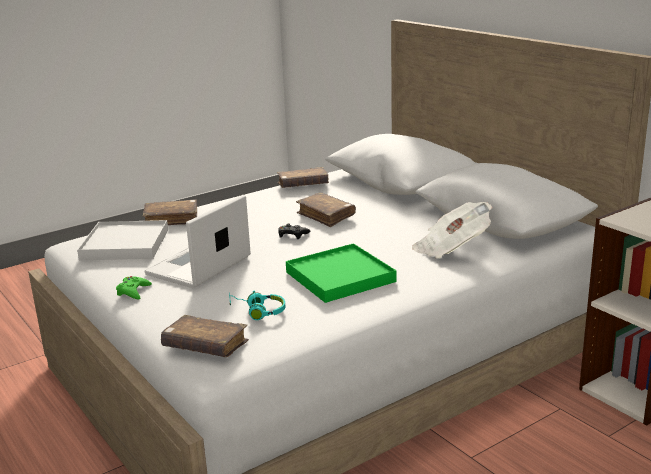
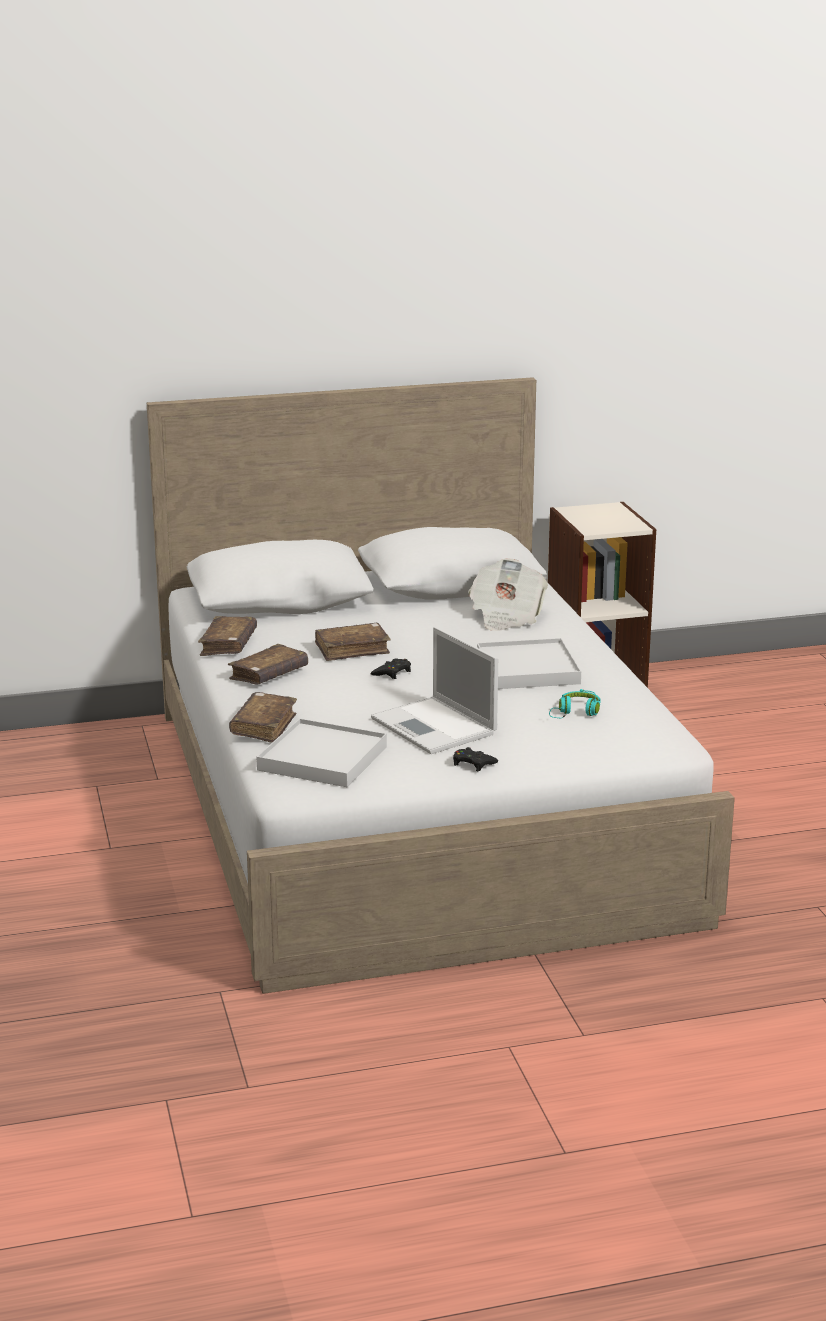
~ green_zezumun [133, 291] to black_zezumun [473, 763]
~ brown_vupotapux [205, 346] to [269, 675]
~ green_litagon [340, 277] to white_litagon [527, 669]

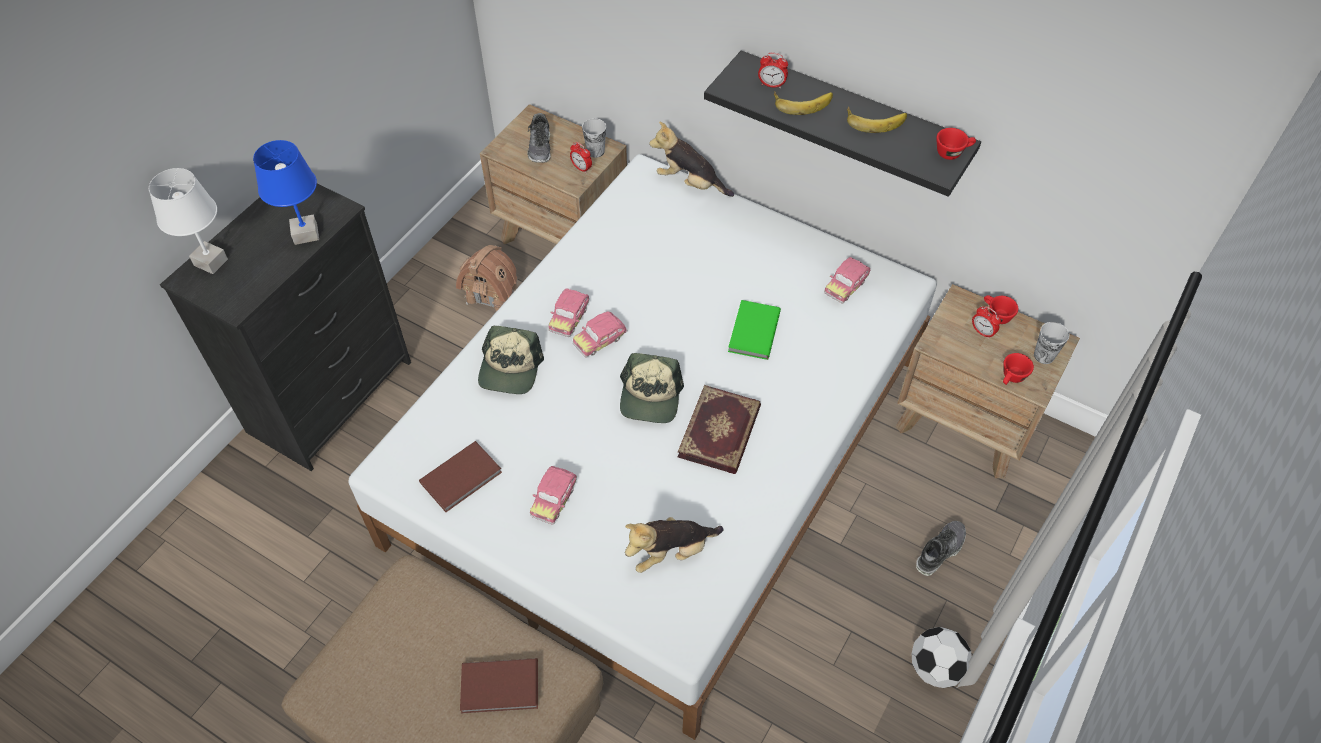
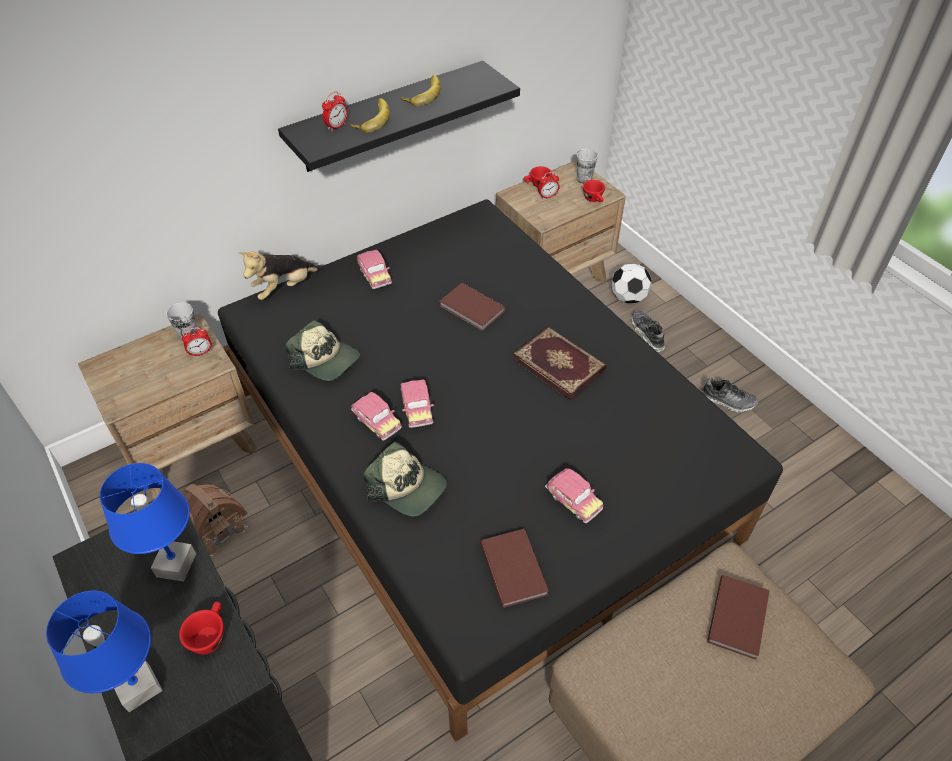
~ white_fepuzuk [211, 262] to blue_fepuzuk [140, 687]
~ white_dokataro [662, 450] to black_dokataro [476, 460]
~ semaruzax [540, 147] to [727, 401]
~ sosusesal [650, 397] to [325, 360]
- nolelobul [670, 552]
~ green_vupotapux [752, 332] to brown_vupotapux [472, 309]
~ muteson [846, 286] to [374, 275]
~ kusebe [935, 668] to [628, 298]
~ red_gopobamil [952, 152] to [210, 634]

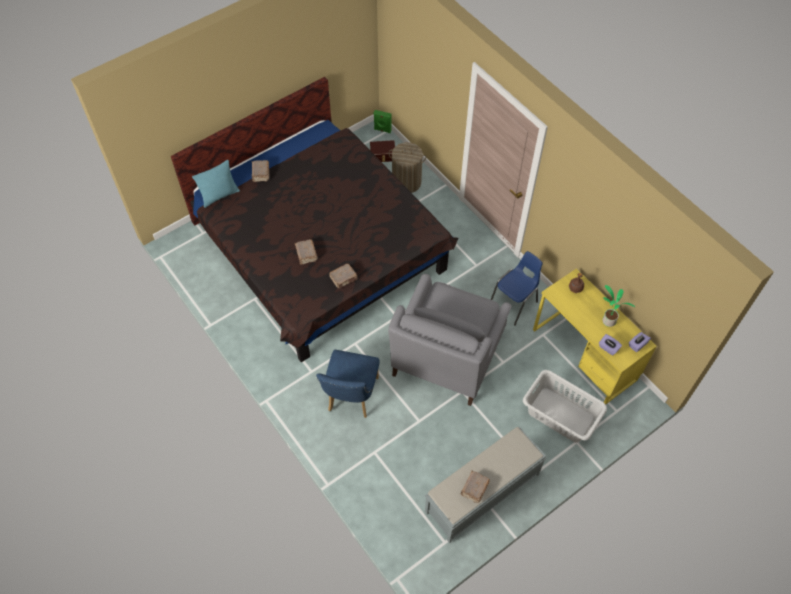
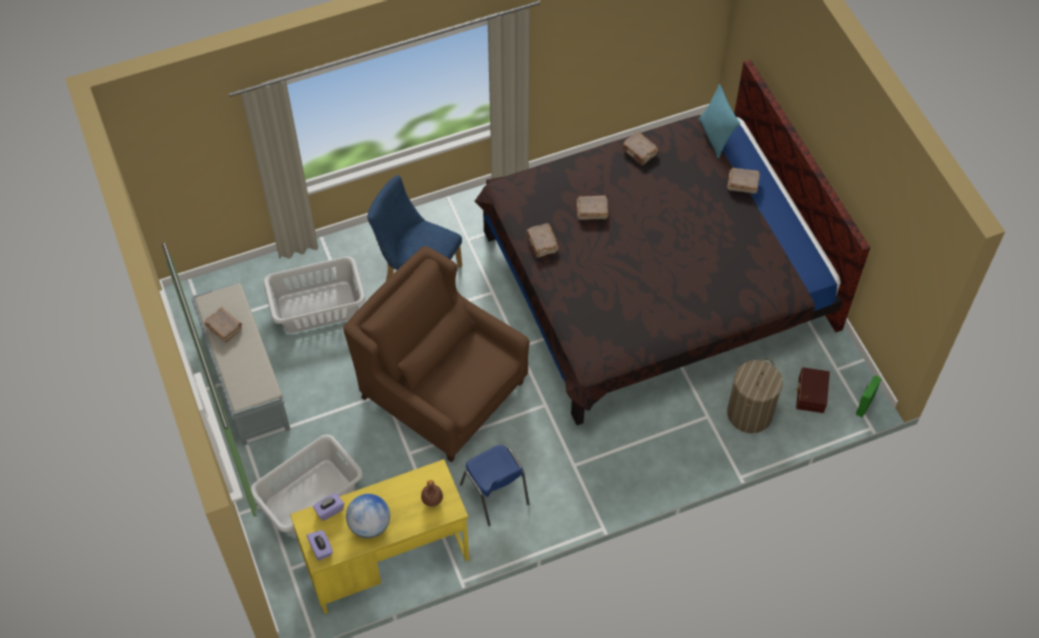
~ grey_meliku [447, 354] to brown_meliku [442, 390]
~ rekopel [607, 321] to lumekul [369, 525]
+ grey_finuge [317, 307]
+ brown_vupotapux [639, 152]

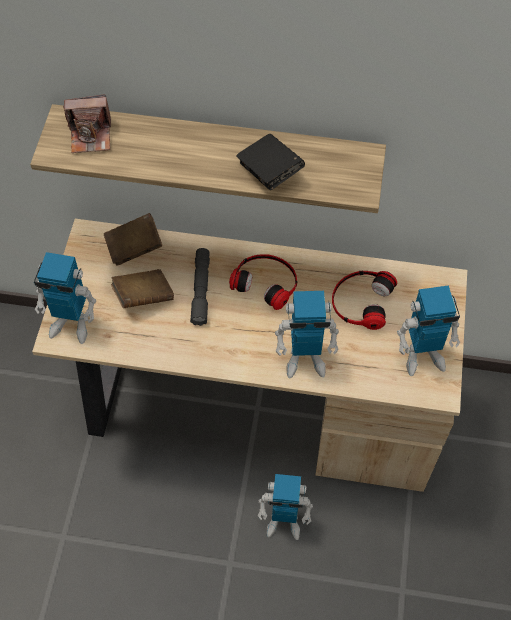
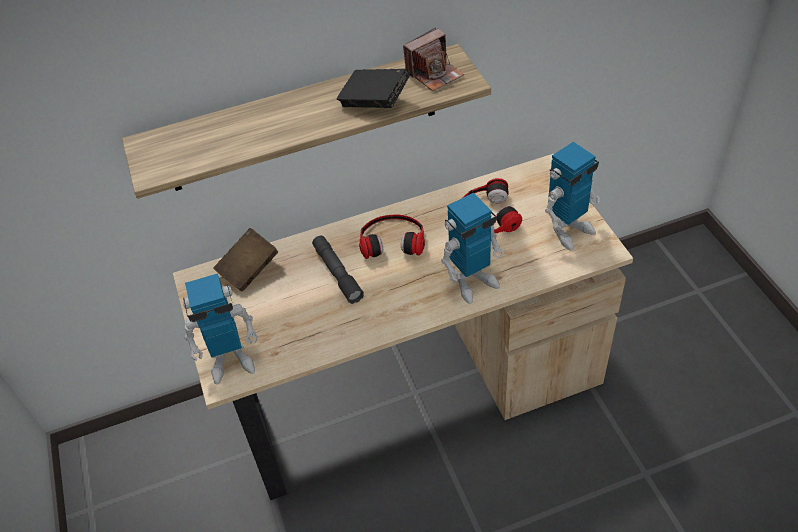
~ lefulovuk [91, 135] to [434, 74]
- brown_vupotapux [143, 296]
- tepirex [284, 521]

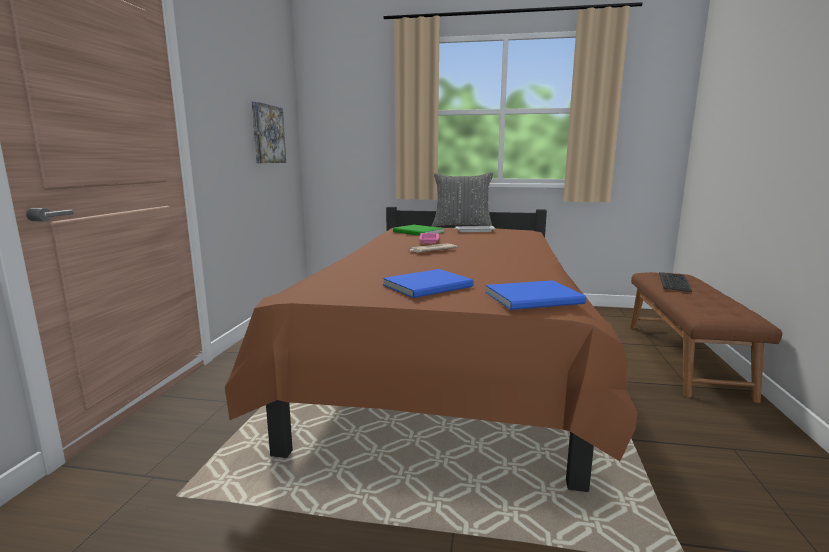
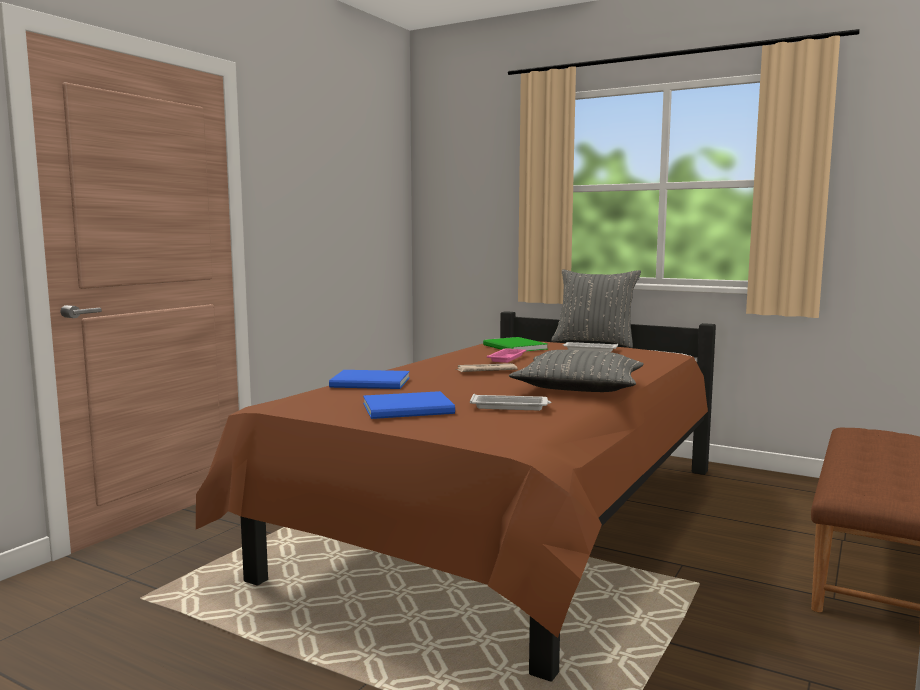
- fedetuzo [267, 134]
~ blue_vupotapux [536, 298] to [372, 383]
- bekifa [675, 282]
+ white_litagon [510, 407]
+ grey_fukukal [579, 387]

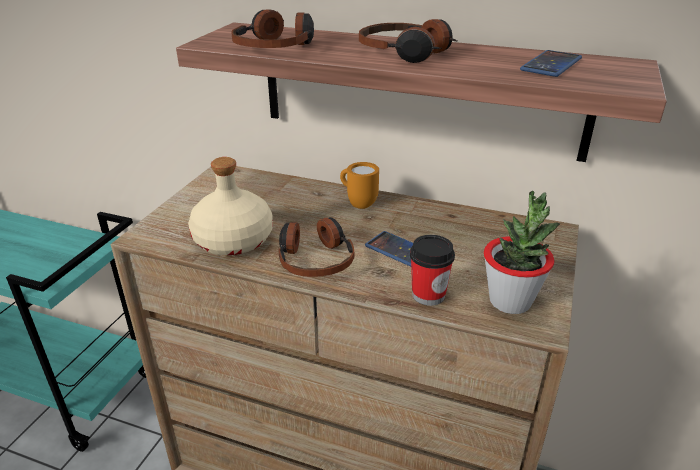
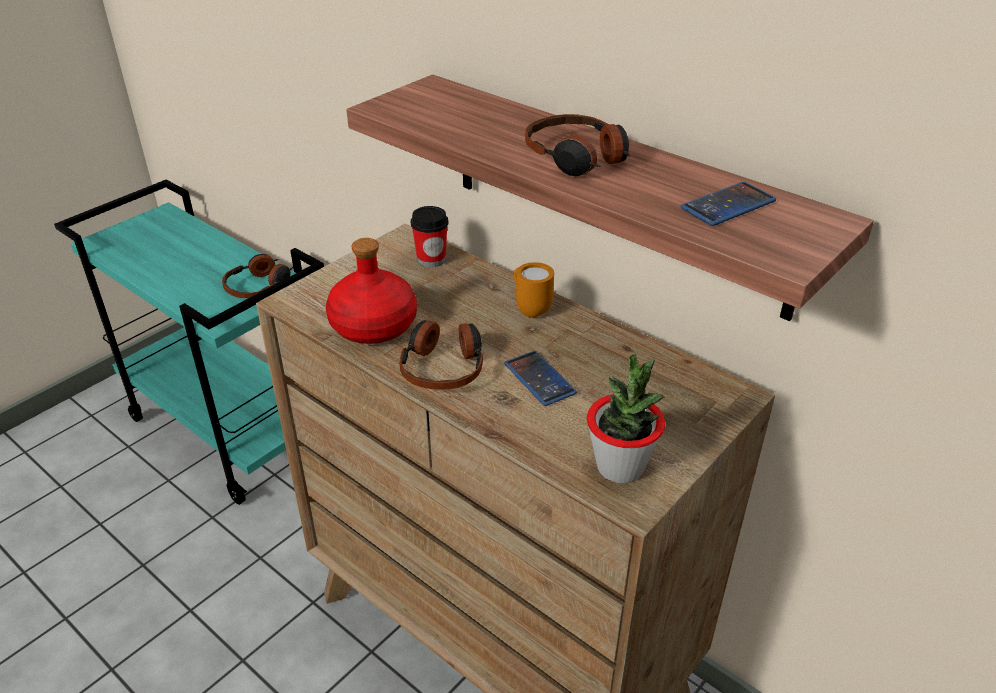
~ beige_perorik [232, 240] to red_perorik [372, 325]
~ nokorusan [276, 47] to [259, 286]
~ gopobamil [428, 295] to [431, 259]

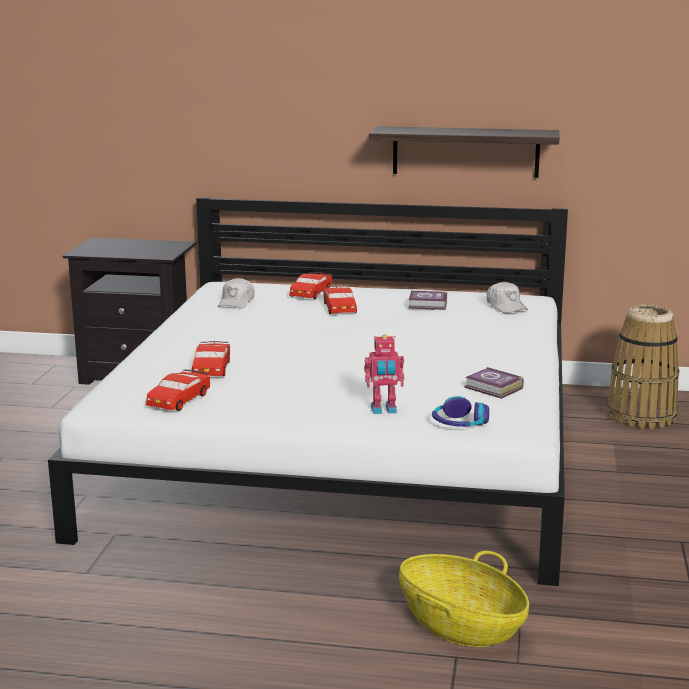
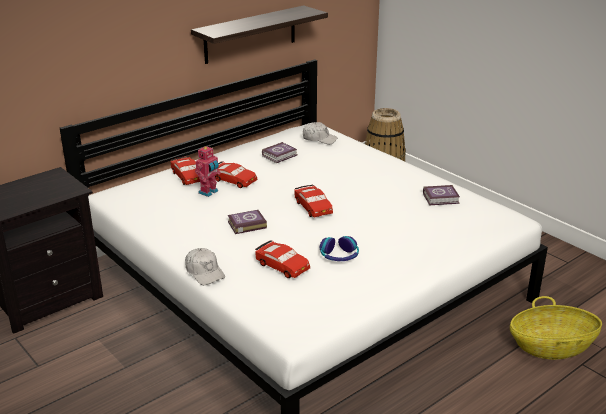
~ red_muteson [178, 399] to [313, 207]
~ white_sosusesal [236, 302] to [204, 272]
~ tepirex [384, 410] to [209, 192]
~ nokorusan [459, 424] to [339, 256]
+ vupotapux [246, 224]

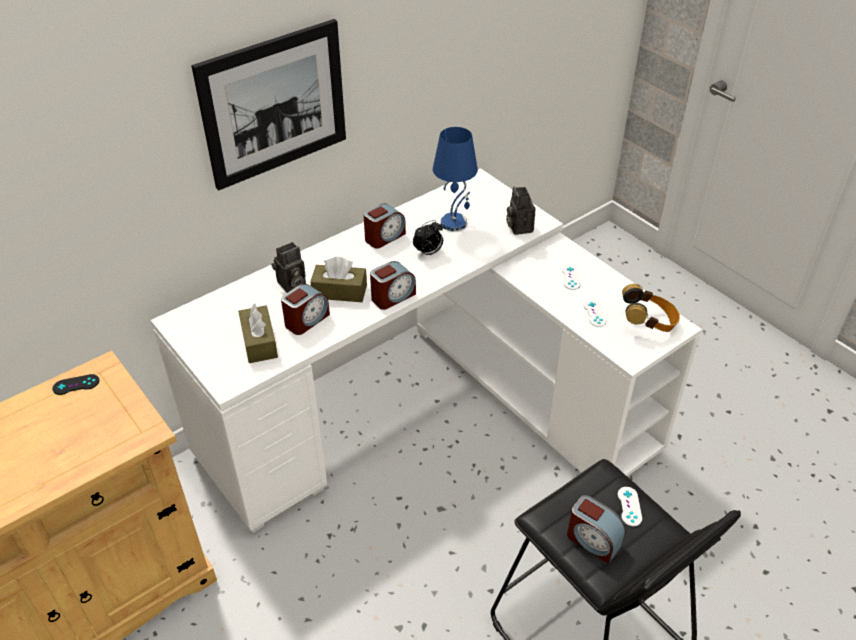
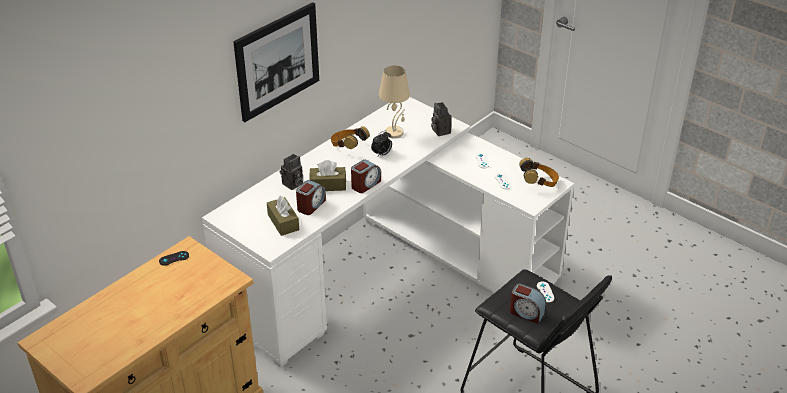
~ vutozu [384, 237] to nokorusan [348, 147]
~ blue_fepuzuk [454, 223] to beige_fepuzuk [394, 132]

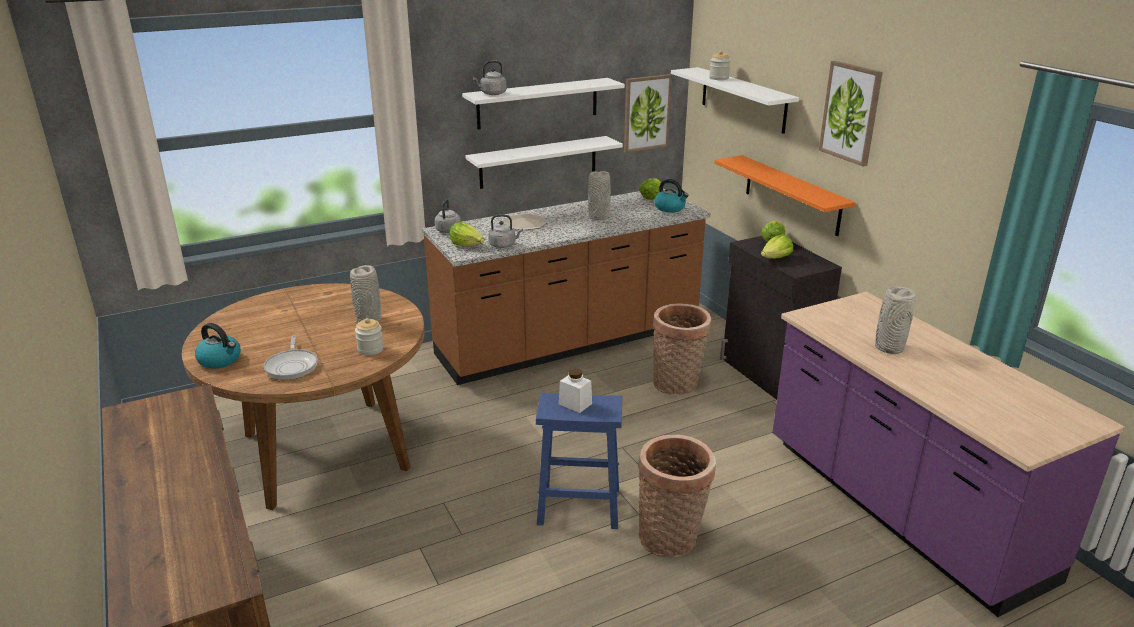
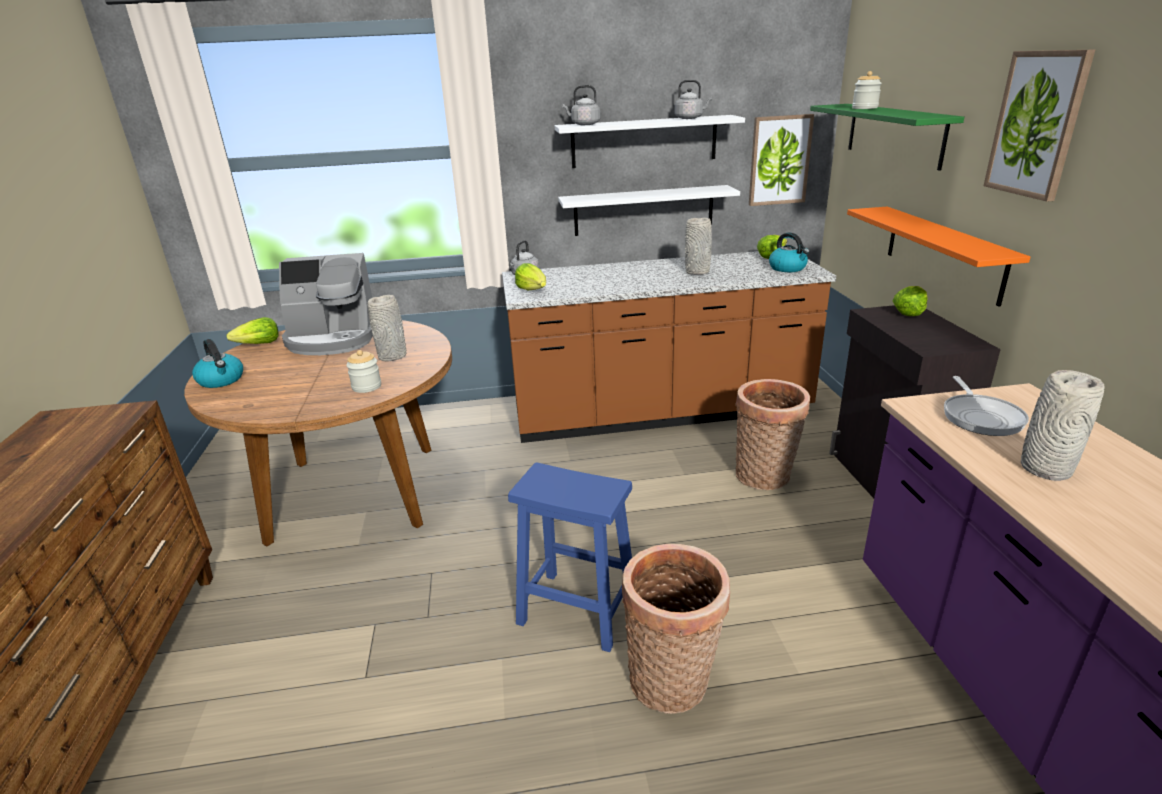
~ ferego [292, 366] to [980, 417]
~ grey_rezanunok [504, 245] to [690, 118]
- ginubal [524, 223]
- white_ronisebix [575, 404]
~ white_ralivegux [743, 99] to green_ralivegux [894, 134]
~ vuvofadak [776, 259] to [258, 344]
+ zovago [333, 339]

